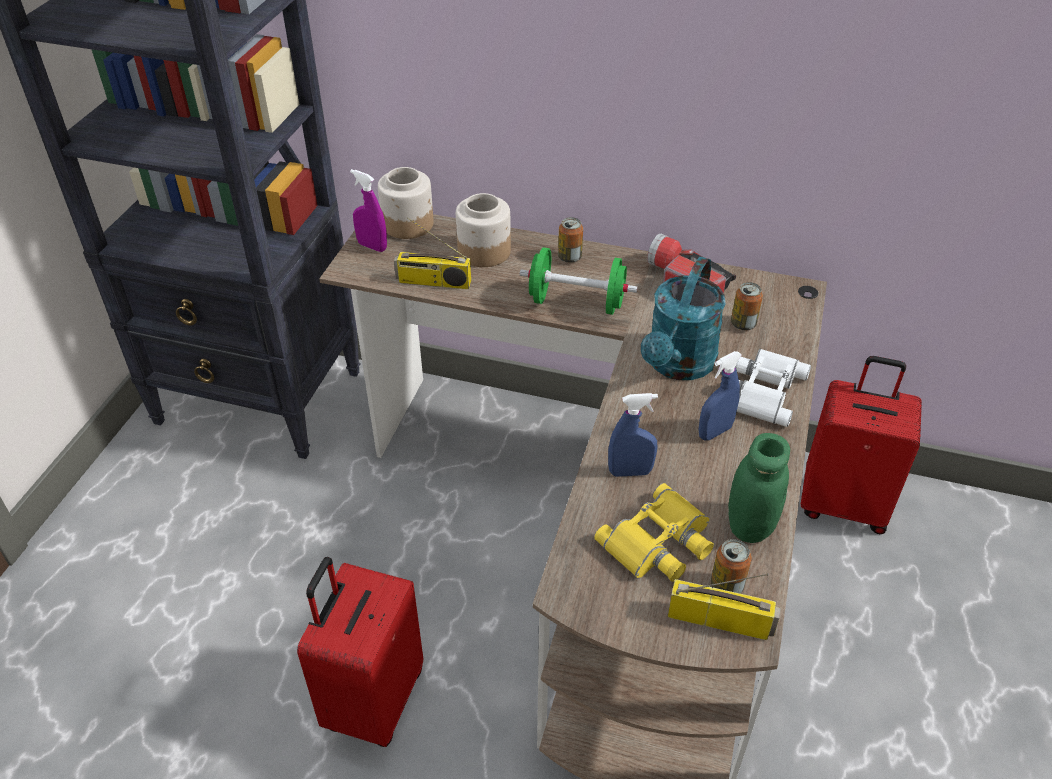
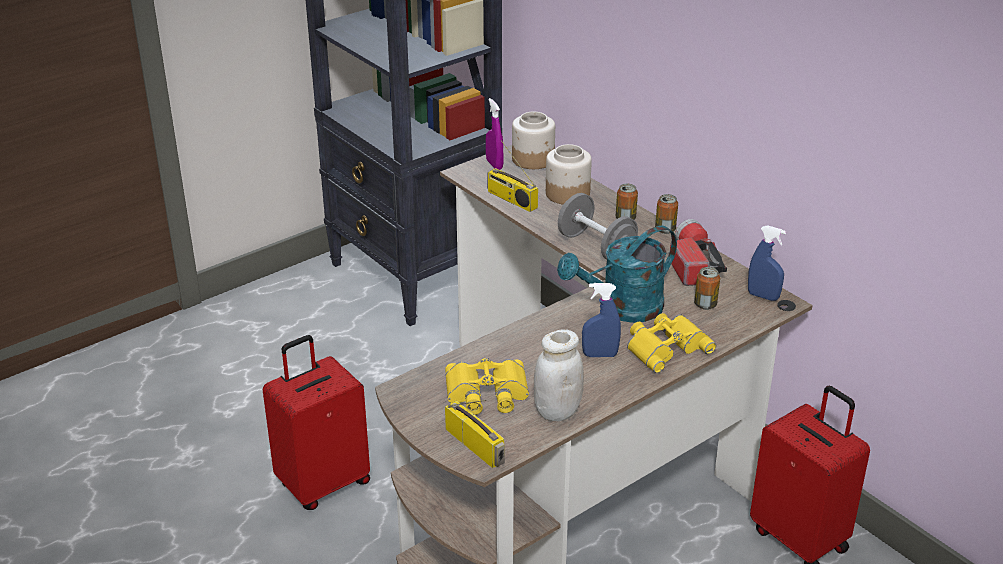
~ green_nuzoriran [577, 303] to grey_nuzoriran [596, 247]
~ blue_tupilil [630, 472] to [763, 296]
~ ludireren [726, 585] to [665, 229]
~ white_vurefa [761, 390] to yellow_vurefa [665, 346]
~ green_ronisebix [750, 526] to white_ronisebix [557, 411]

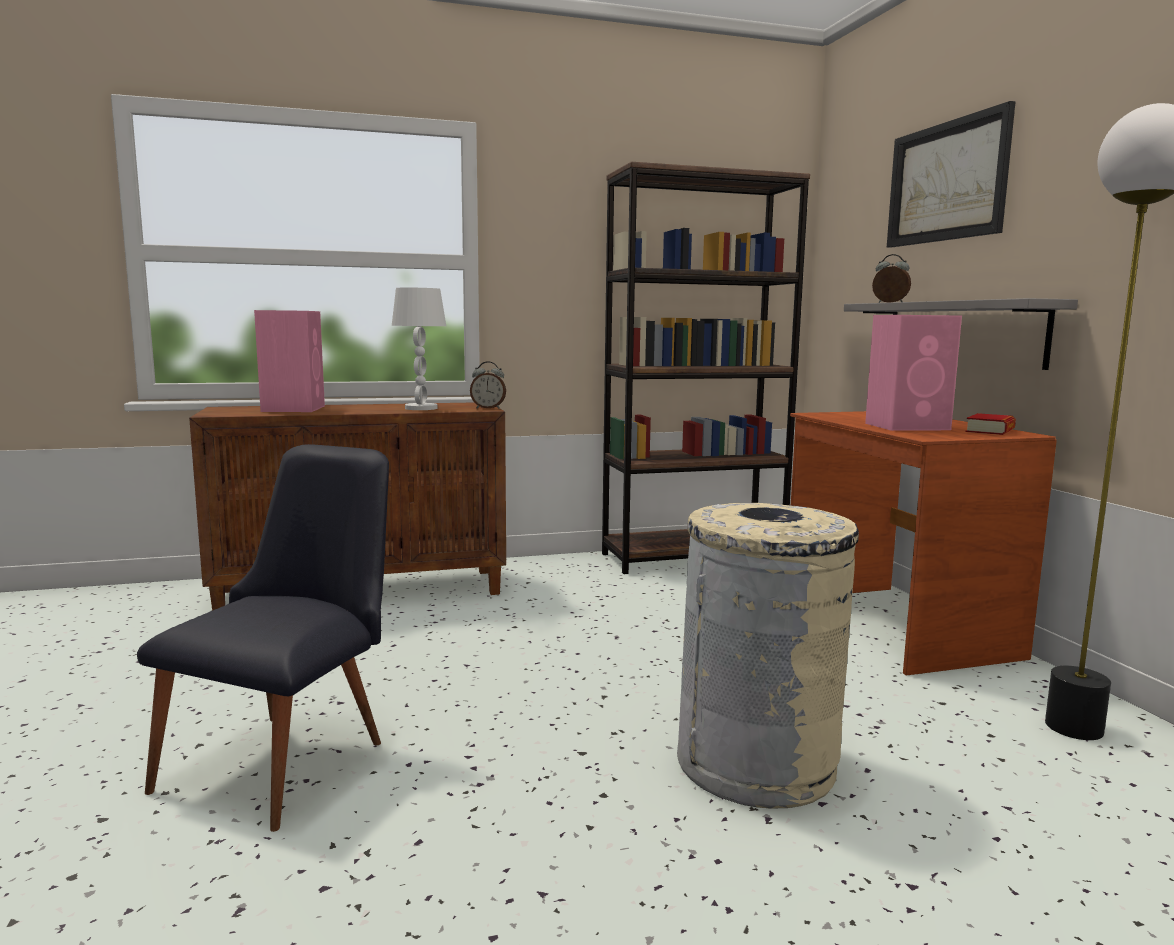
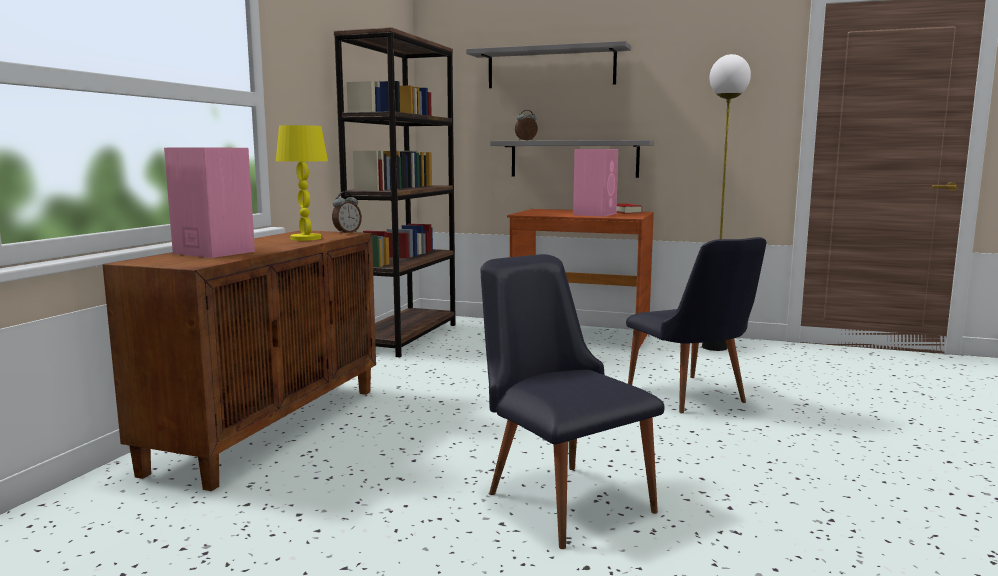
~ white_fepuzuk [421, 408] to yellow_fepuzuk [305, 238]
~ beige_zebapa [757, 763] to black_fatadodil [692, 398]
~ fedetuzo [947, 182] to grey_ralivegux [551, 67]

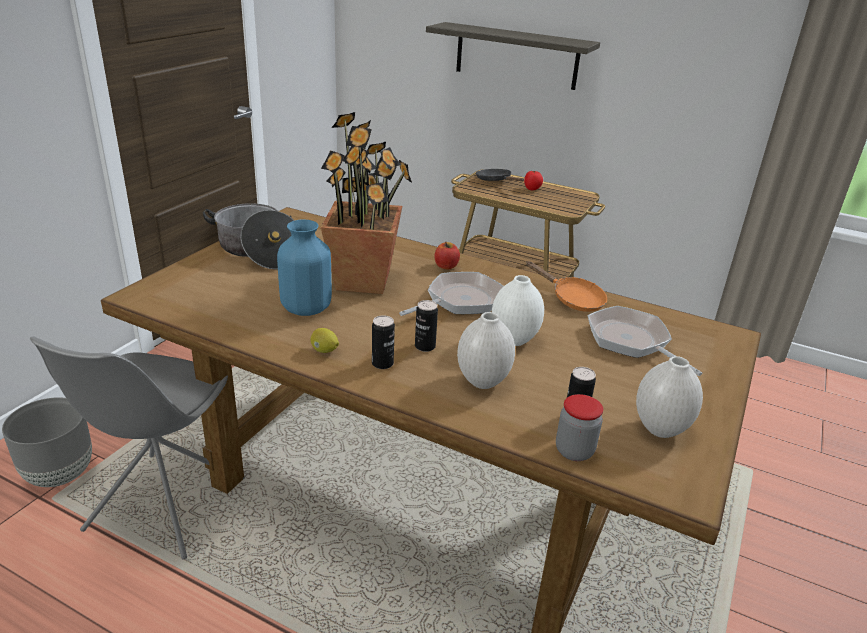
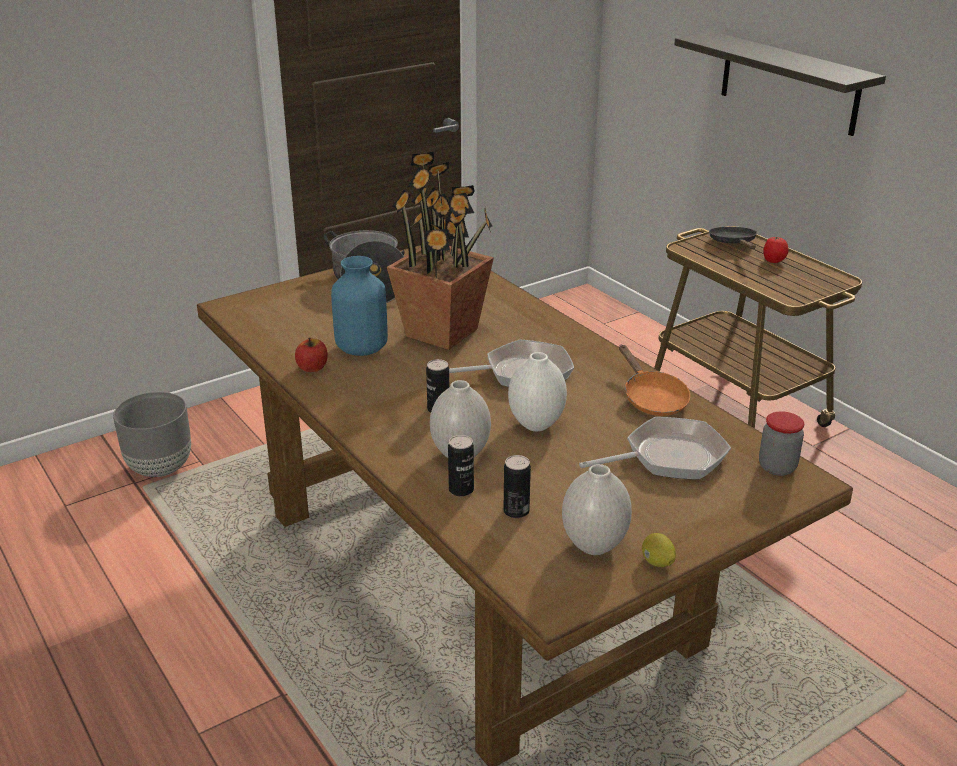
- grey_fatadodil [164, 506]
~ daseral [324, 351] to [657, 563]
~ ludireren [382, 363] to [461, 490]
~ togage [446, 266] to [312, 368]
~ ronisebix [574, 451] to [777, 467]
~ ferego [631, 341] = [668, 457] 75 degrees clockwise

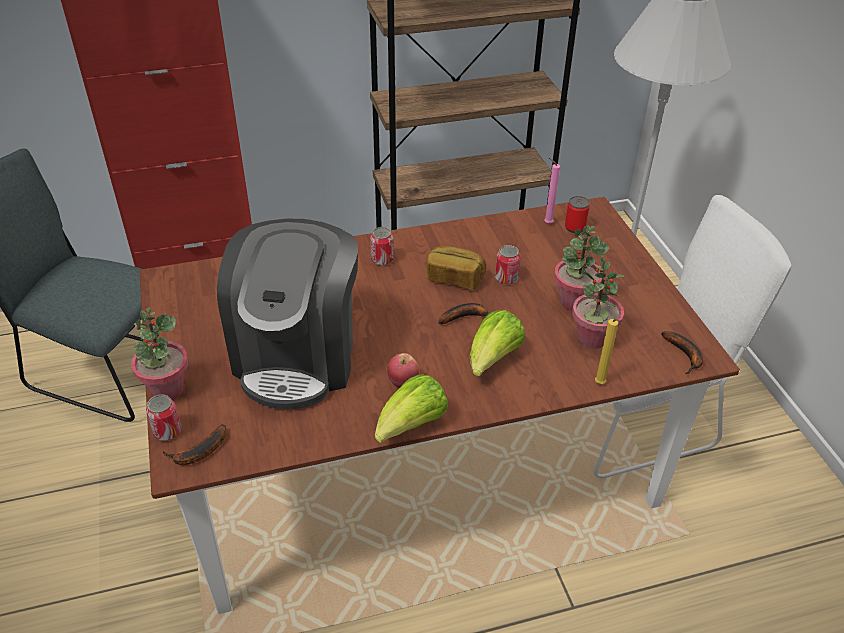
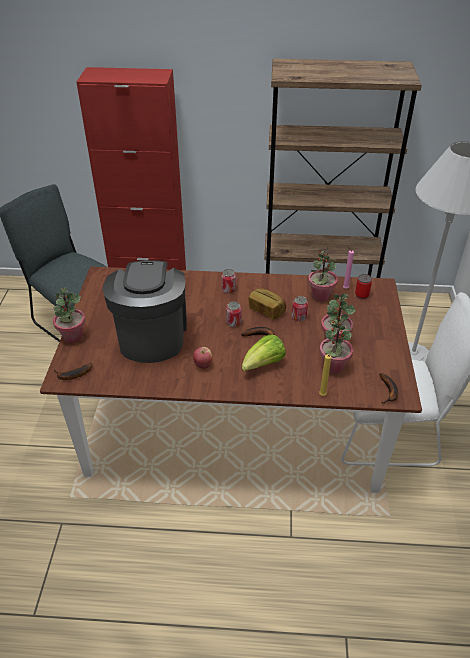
~ ludireren [167, 431] to [233, 323]
~ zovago [298, 356] = [151, 335] 150 degrees clockwise
- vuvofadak [411, 426]
+ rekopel [320, 296]

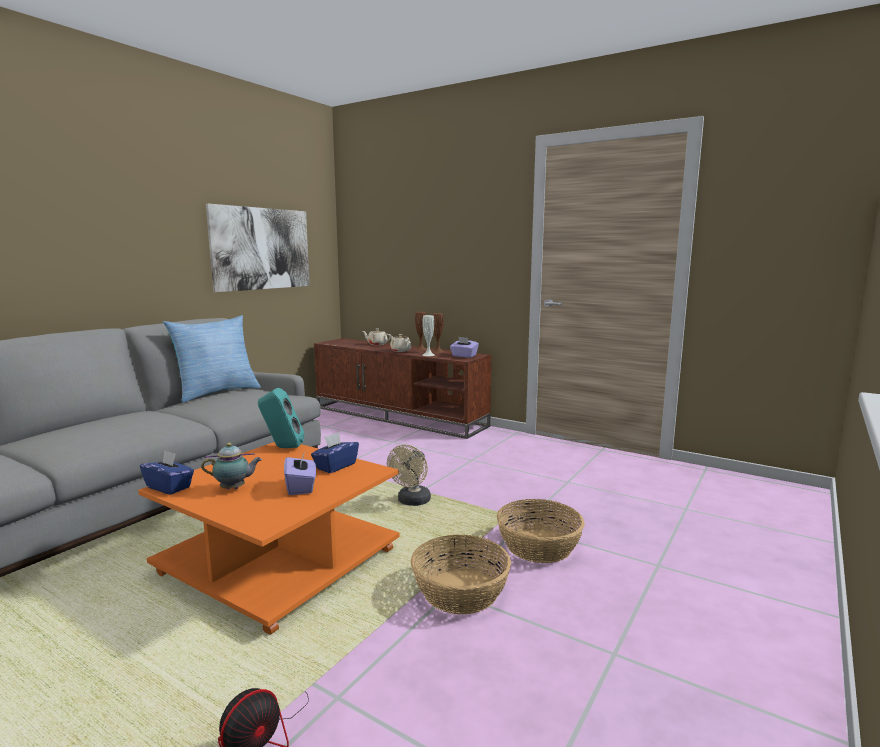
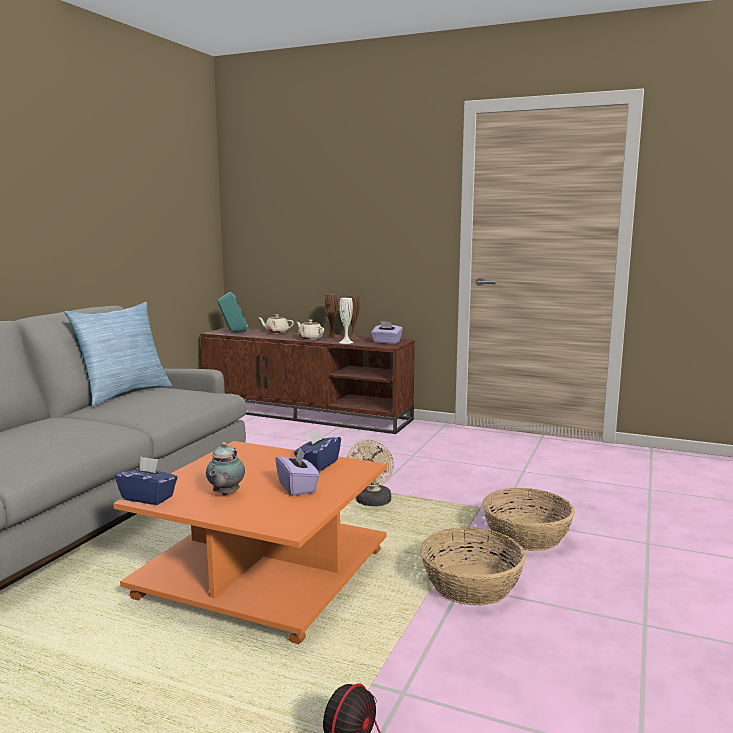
~ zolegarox [234, 489] = [225, 494] 120 degrees clockwise
- fedetuzo [261, 248]
~ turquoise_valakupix [282, 447] to [233, 332]

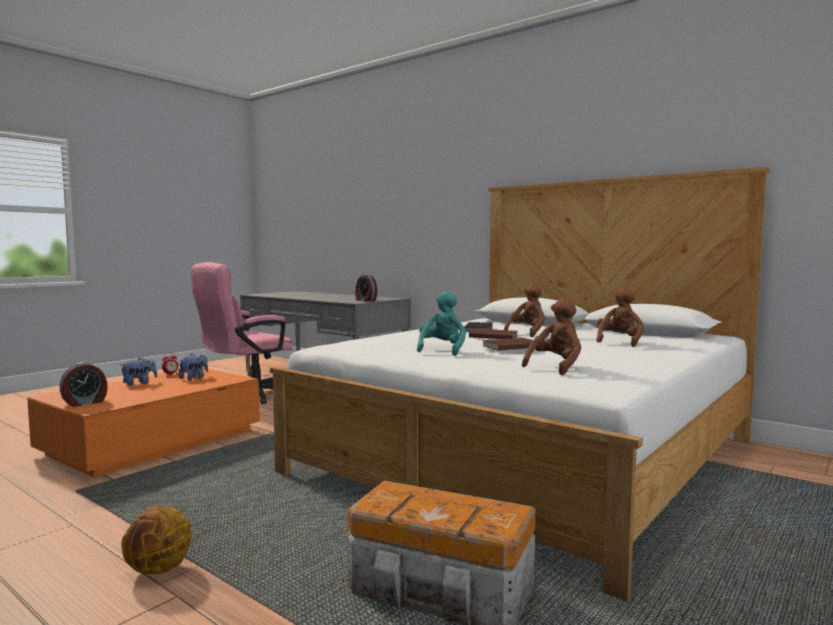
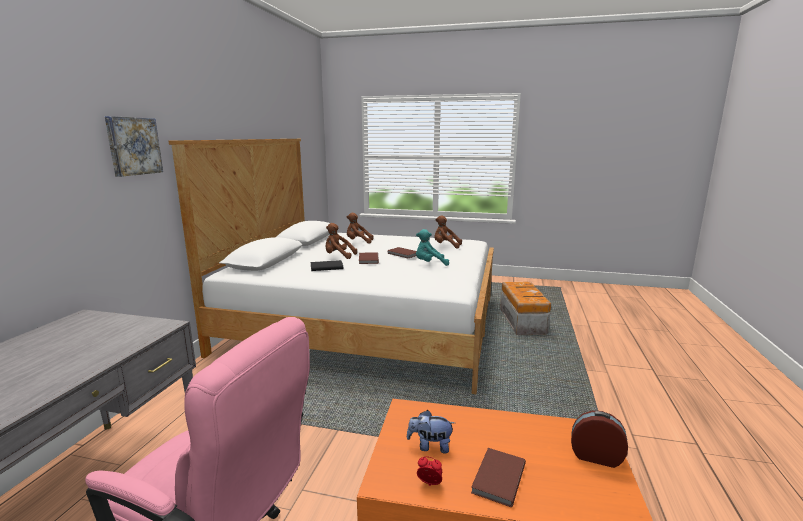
~ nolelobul [139, 383] to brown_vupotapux [497, 478]
- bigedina [158, 570]
- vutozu [365, 300]
+ fedetuzo [133, 146]

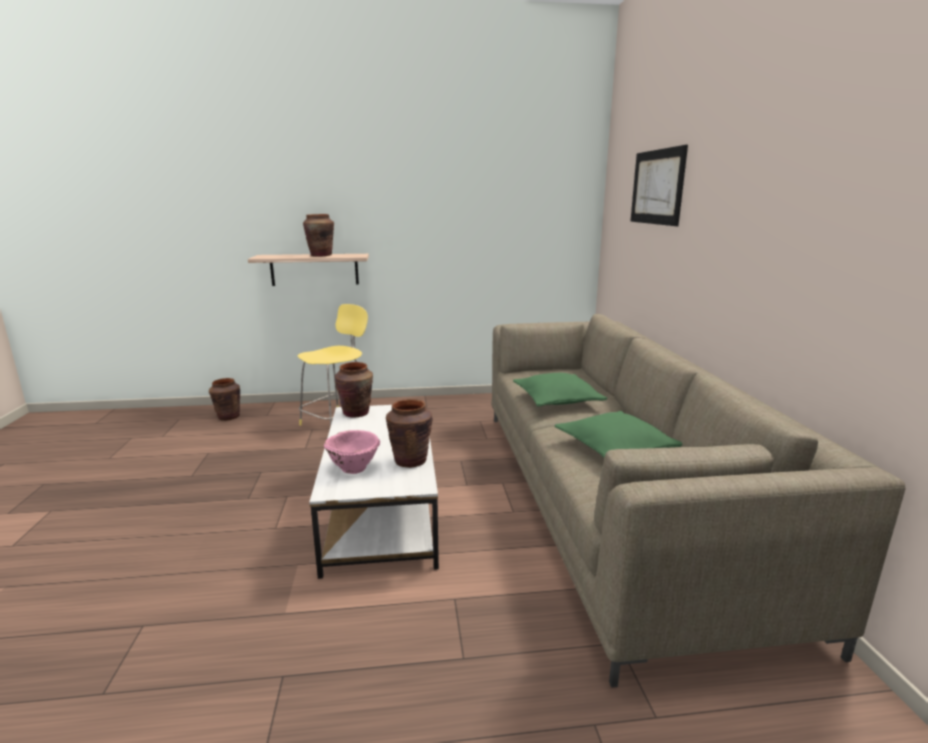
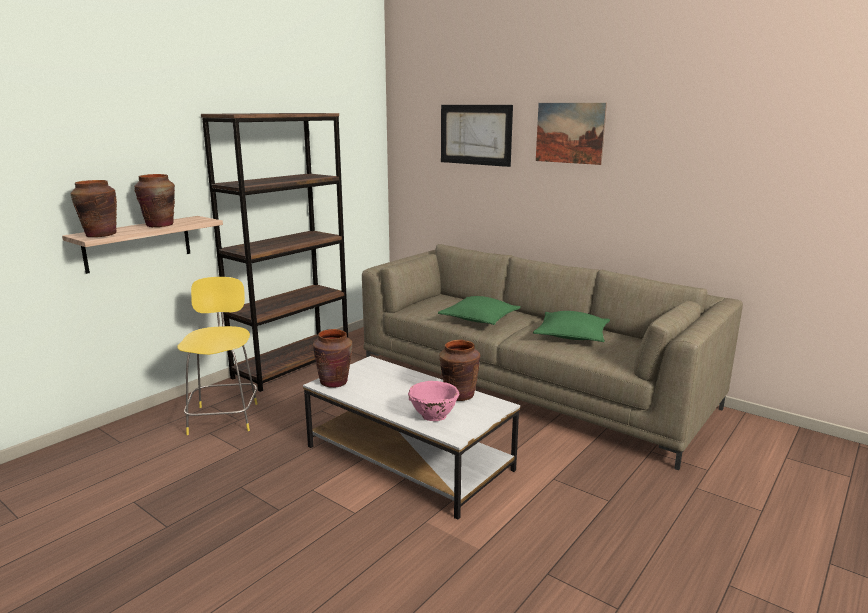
~ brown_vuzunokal [228, 417] to [100, 235]
+ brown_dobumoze [292, 366]
+ fedetuzo [569, 133]

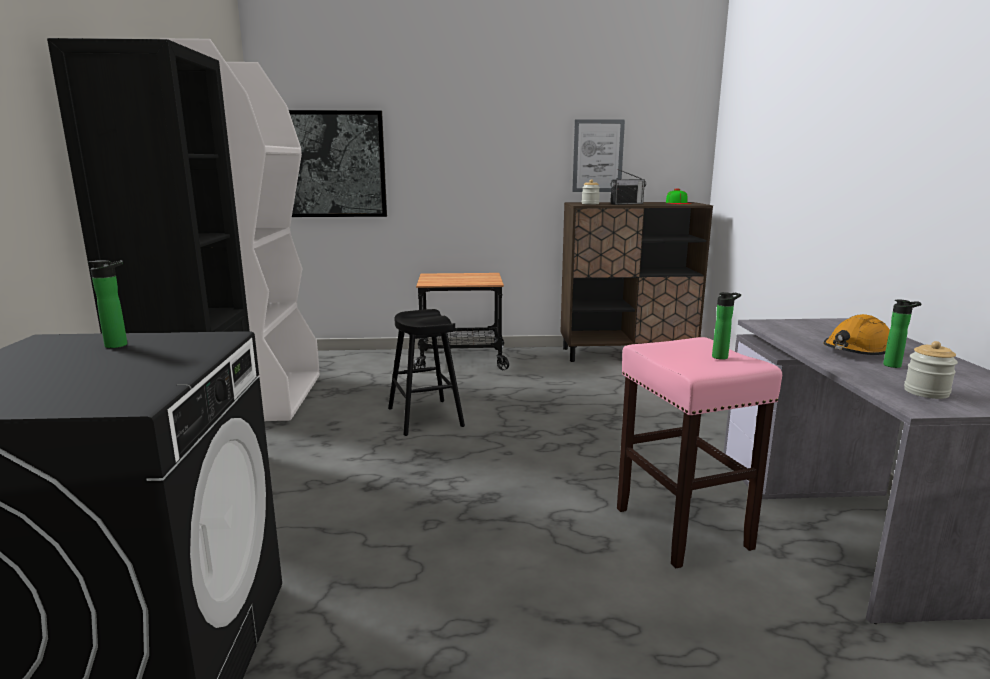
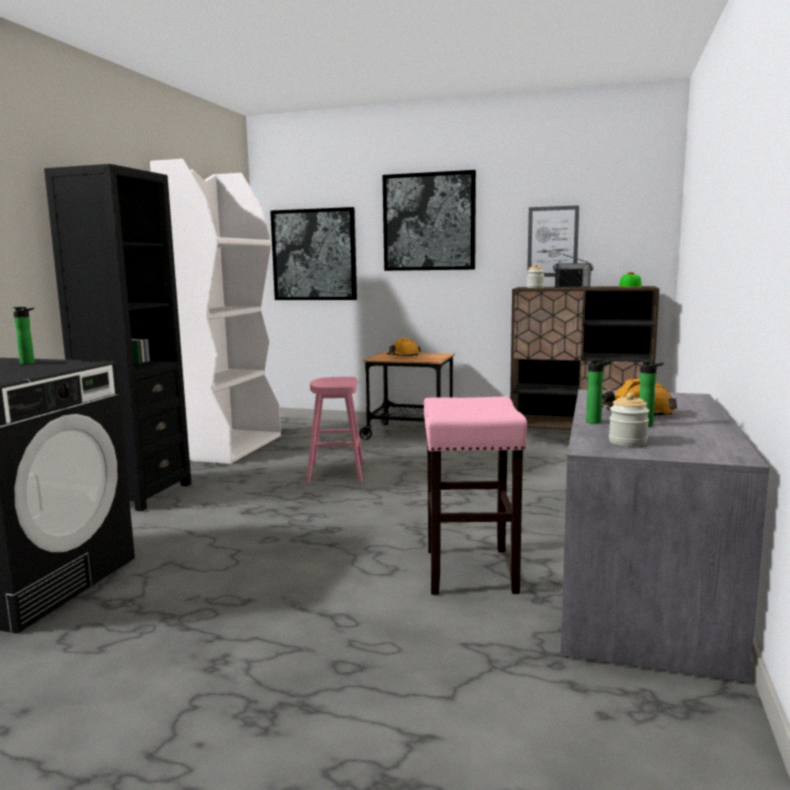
~ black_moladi [425, 417] to pink_moladi [336, 472]
~ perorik [722, 357] to [596, 422]
+ fedetuzo [429, 222]
+ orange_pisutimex [403, 356]

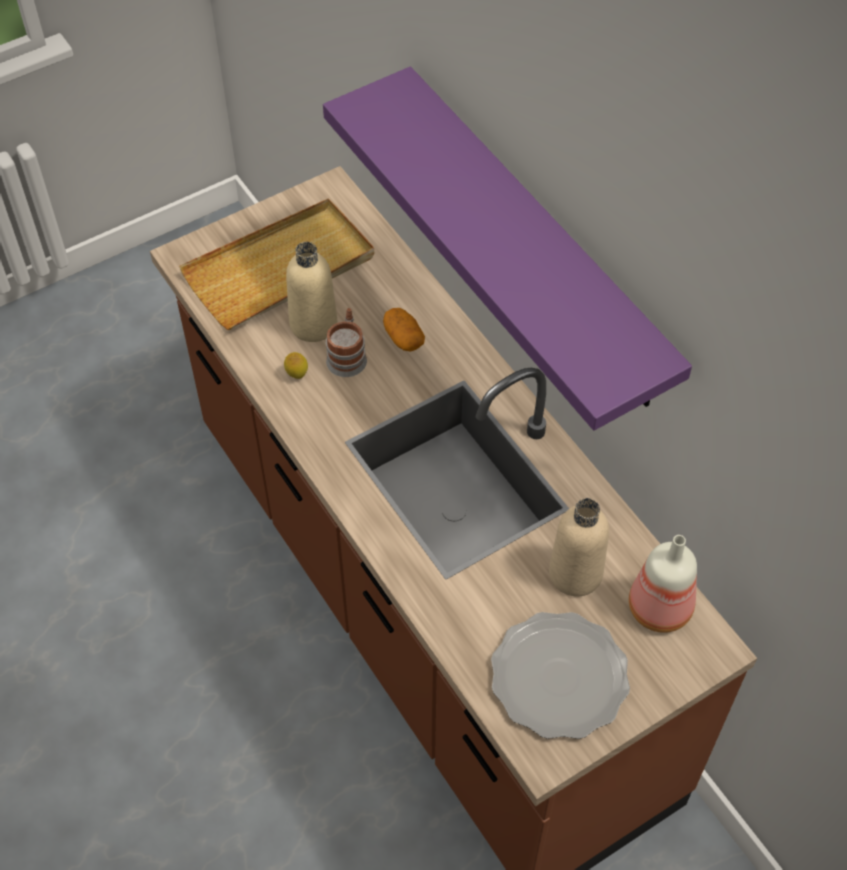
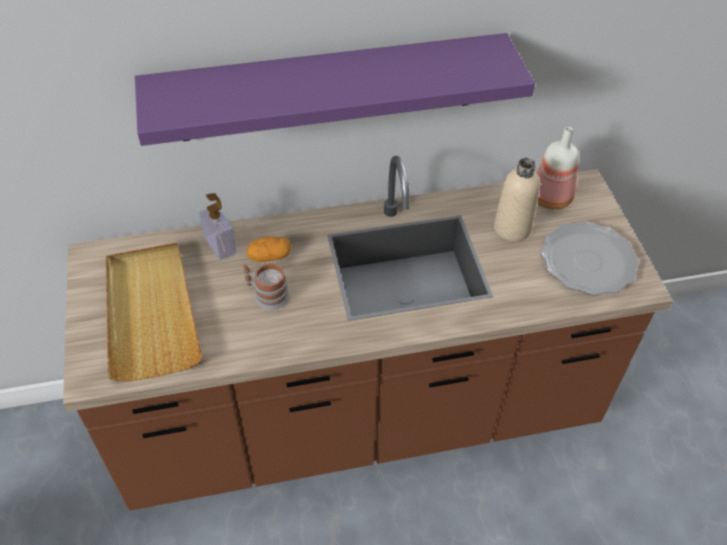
- daseral [297, 375]
- beige_perorik [313, 324]
+ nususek [220, 245]

